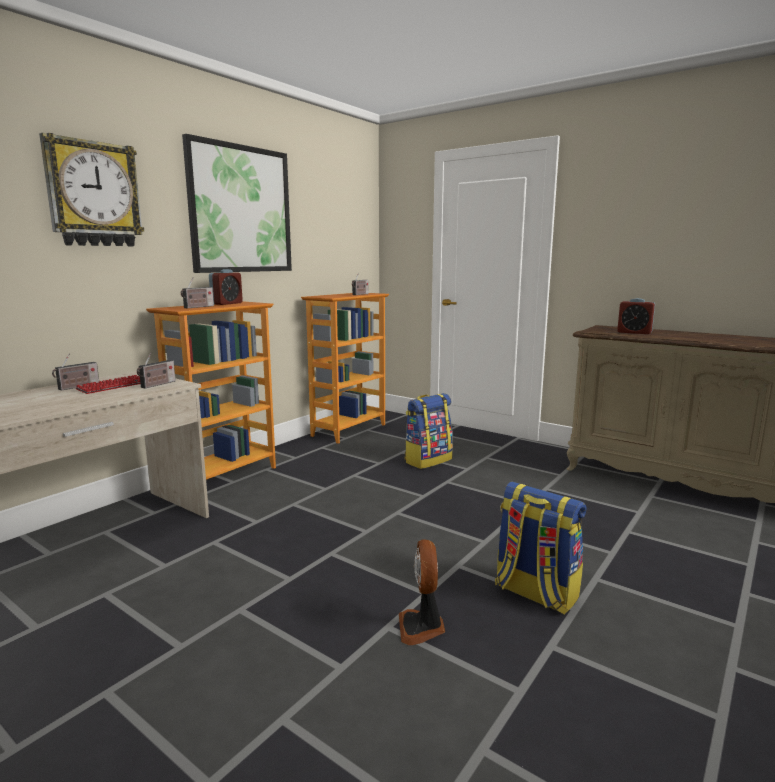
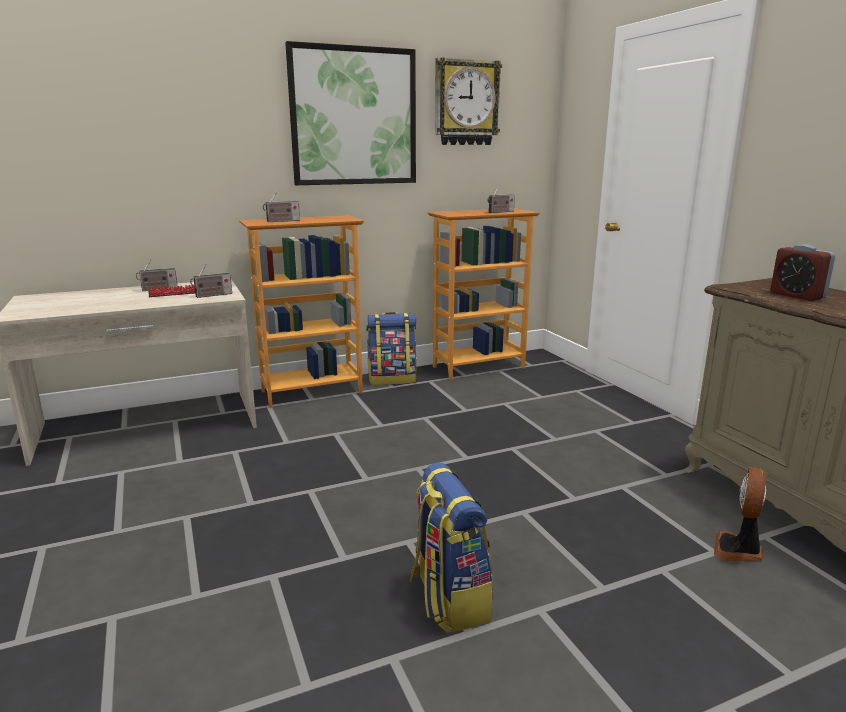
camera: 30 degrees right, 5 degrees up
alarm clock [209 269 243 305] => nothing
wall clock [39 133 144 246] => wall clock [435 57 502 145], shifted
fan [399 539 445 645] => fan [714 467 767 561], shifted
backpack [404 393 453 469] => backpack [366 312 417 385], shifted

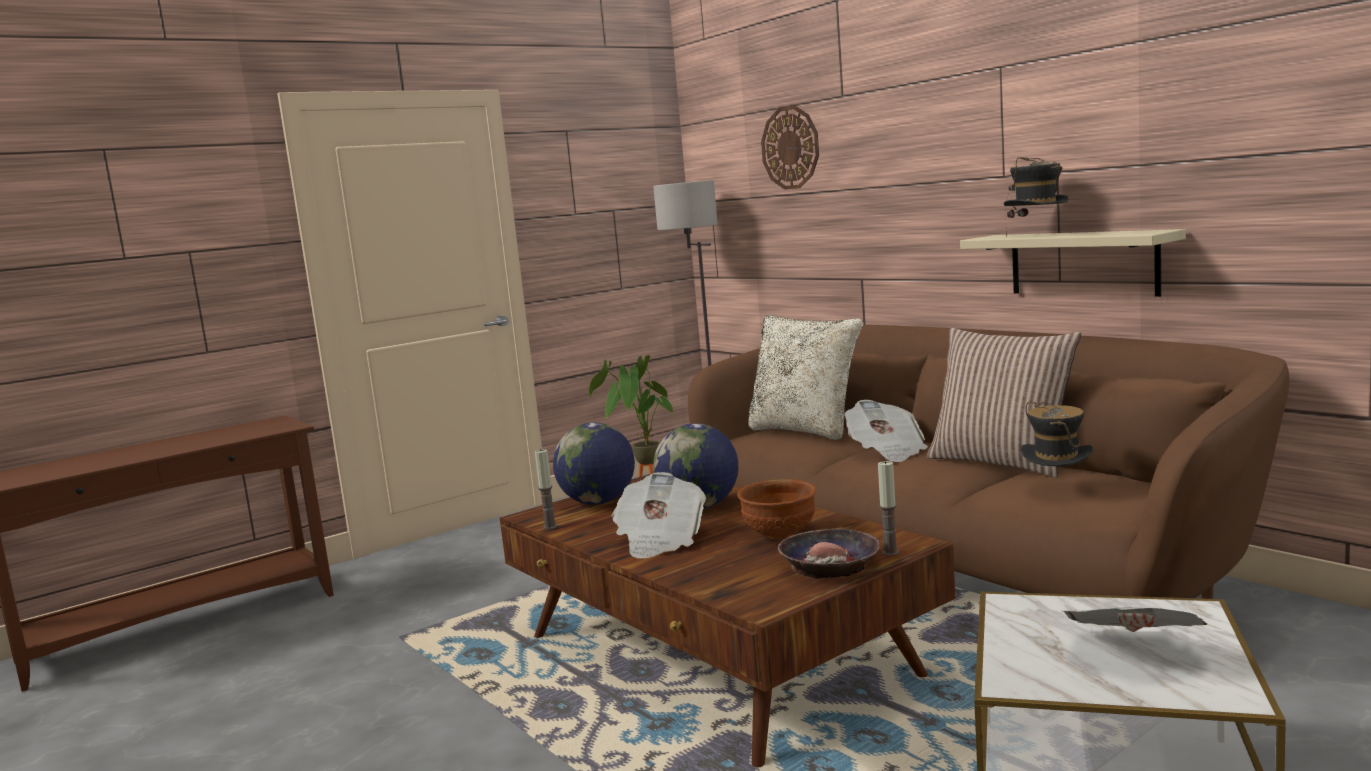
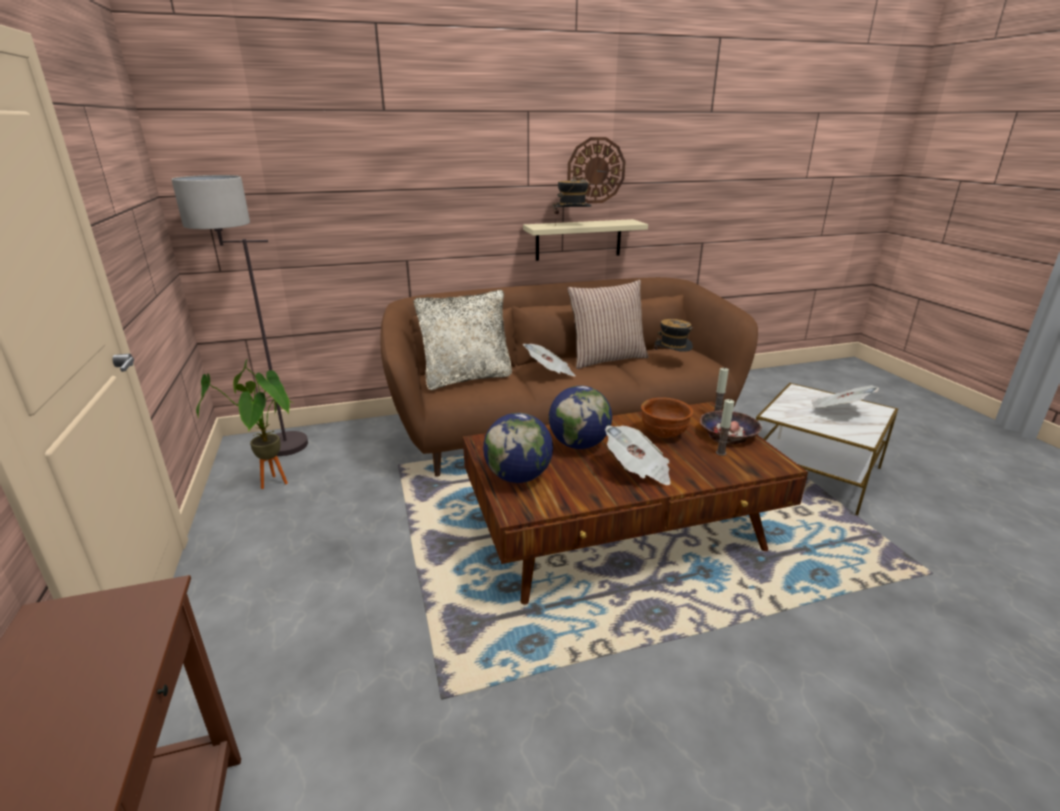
camera: 70 degrees left, 15 degrees up
candle [535 450 557 529] => candle [716 399 734 456], shifted
wall clock [761 105 819 190] => wall clock [567 137 626 203], shifted

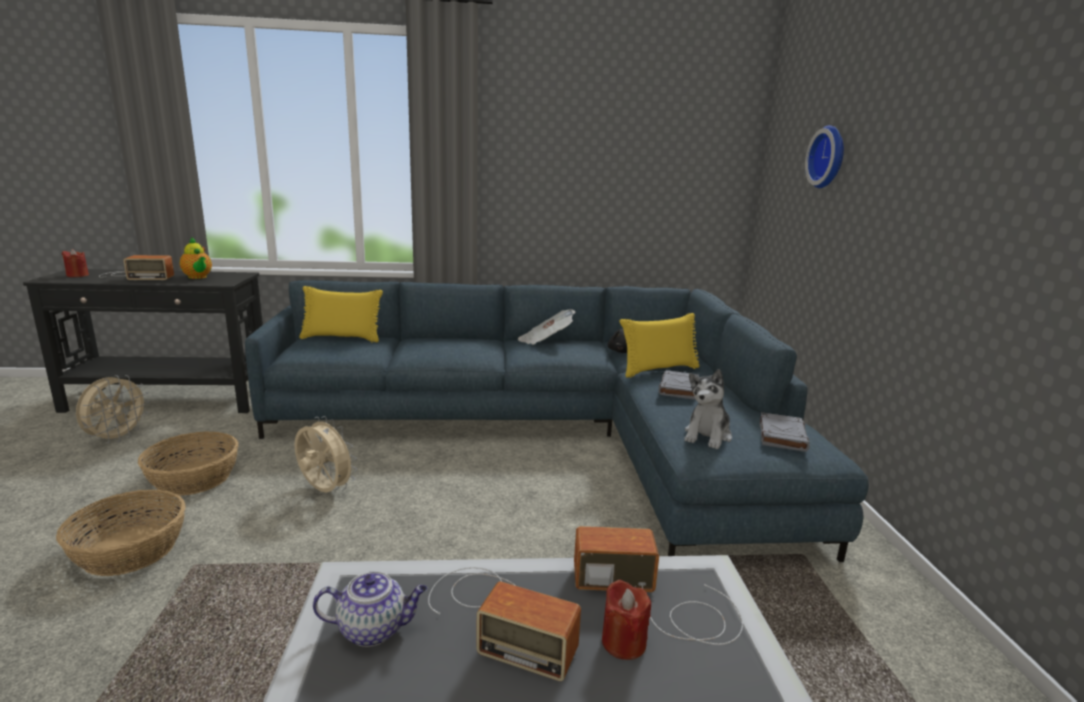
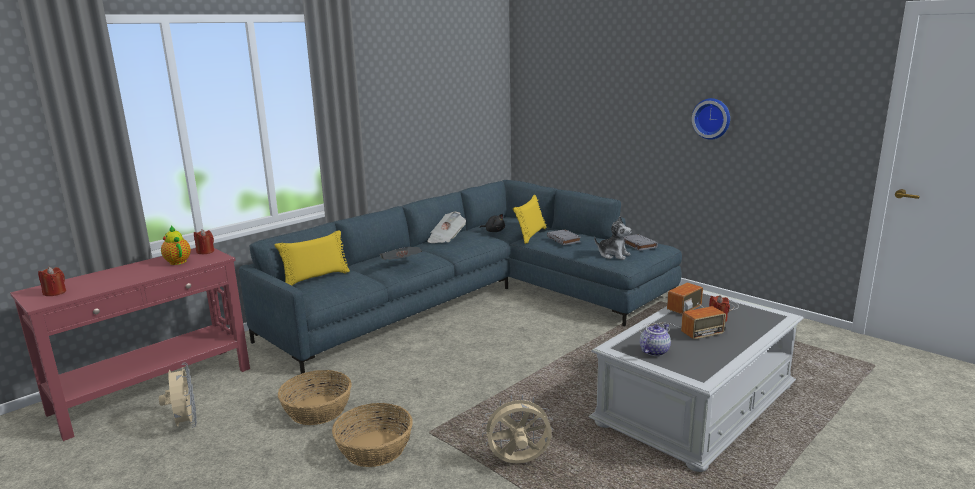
camera: 40 degrees left, 0 degrees up
radio [99 255 174 280] => nothing
nothing => red candle [194 229 214 254]
nothing => newspaper [380 247 422 260]
beige fan [294 416 357 492] => beige fan [482 395 553 463], shifted
wall clock [805 125 844 188] => wall clock [692 98 730 140], shifted
black console table [23 269 263 413] => red console table [10 248 250 441]
teapot [180 237 212 279] => teapot [161 225 191 265], 135 degrees counterclockwise
plush toy [684 369 732 449] => plush toy [594 216 632 260], 45 degrees counterclockwise

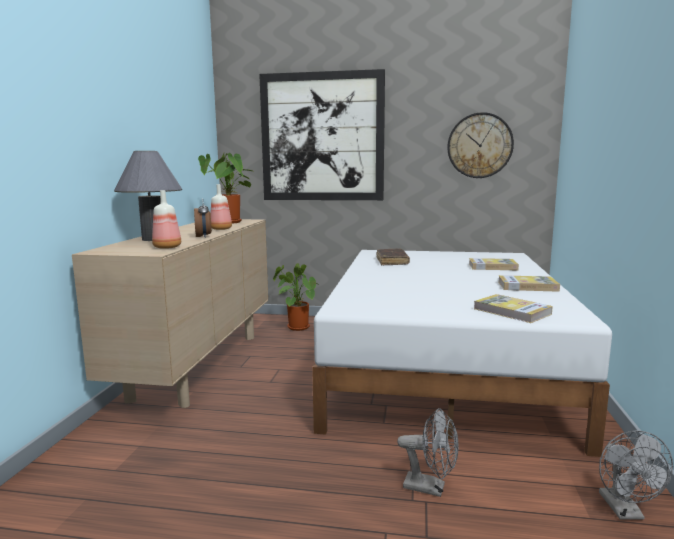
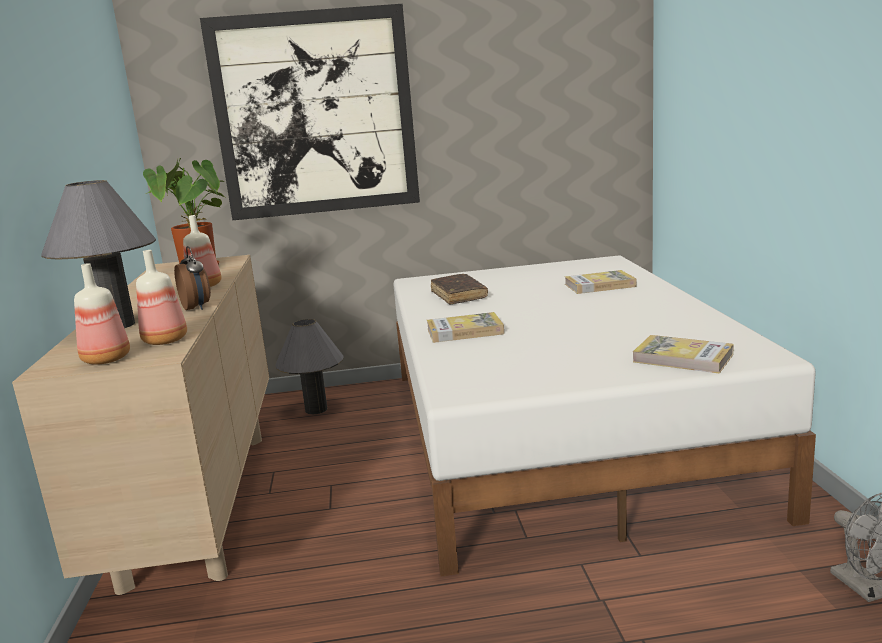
camera: 15 degrees left, 5 degrees up
grey fan [397 408 459 497] => nothing
wall clock [447 112 514 178] => nothing
nothing => bottle [74 263 130 365]
book [499 275 560 292] => book [427 312 504 343], shifted
potted plant [273 263 318 331] => grey table lamp [275 319 344 414]

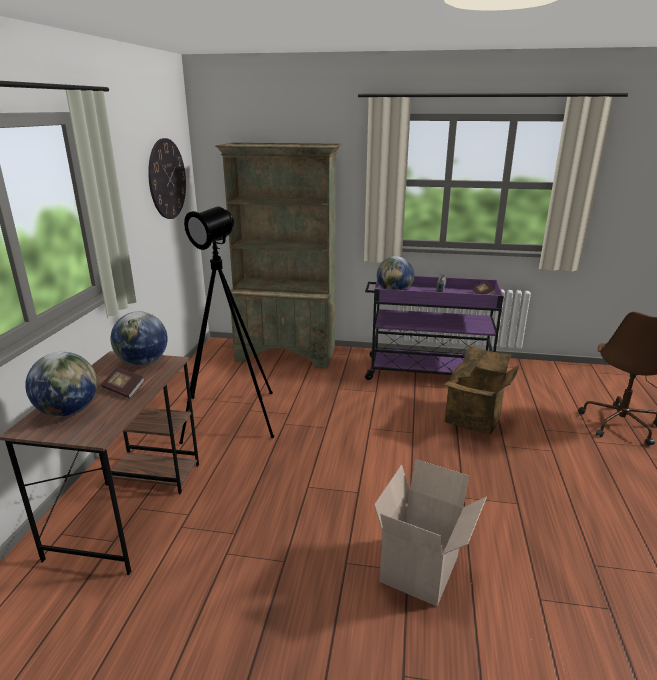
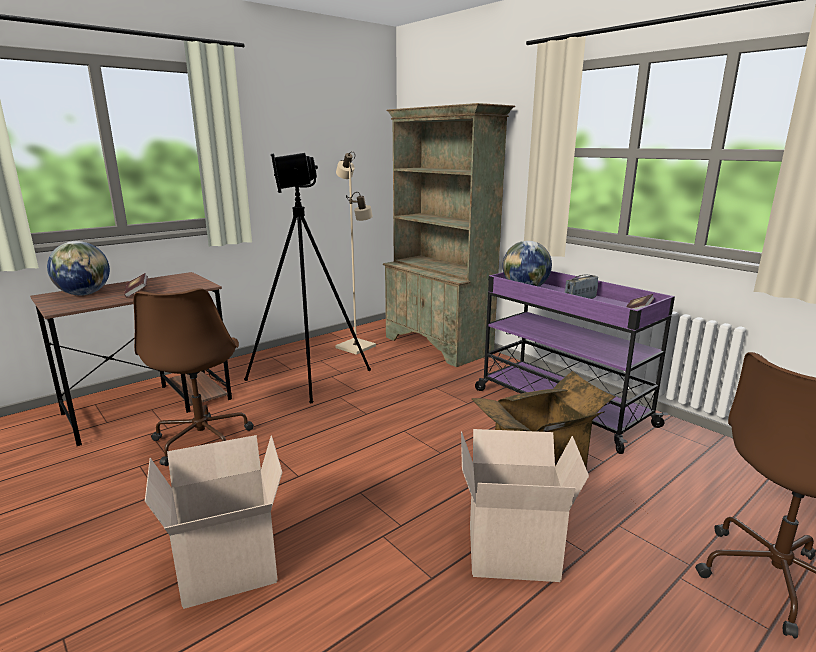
camera: 40 degrees right, 5 degrees down
globe [111 311 168 366] => nothing
wall clock [148 138 186 219] => nothing
nothing => brown office chair [133 288 254 466]
nothing => beige floor lamp [335 151 376 355]
nothing => cardboard box [461 429 589 582]

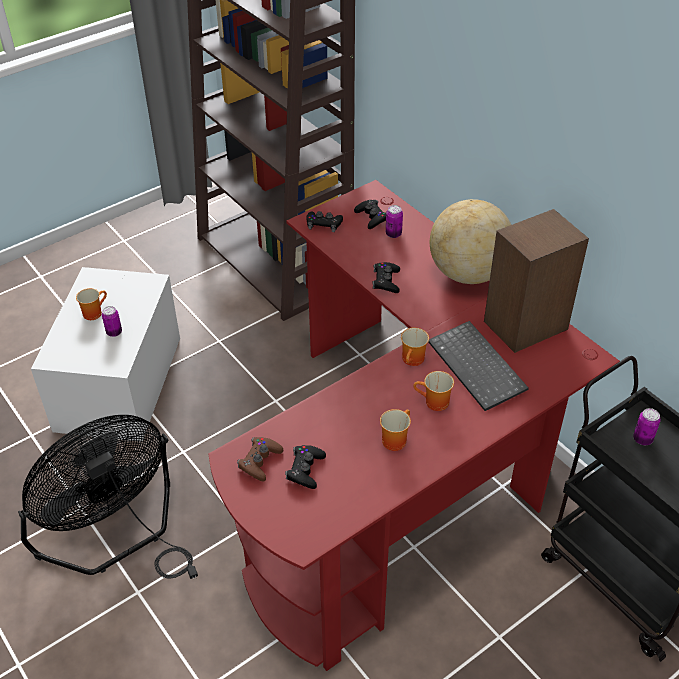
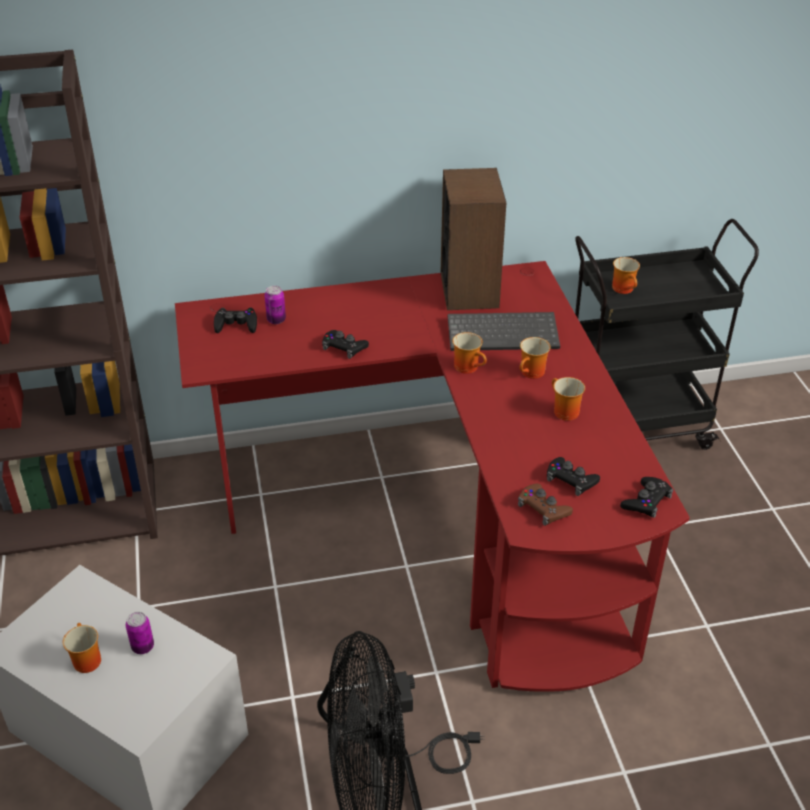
camera: 65 degrees left, 5 degrees down
globe [429 199 511 284] => nothing
black game controller [306 211 343 232] => black game controller [620 477 673 518], shifted
can [633 408 661 445] => mug [612 257 640 294]

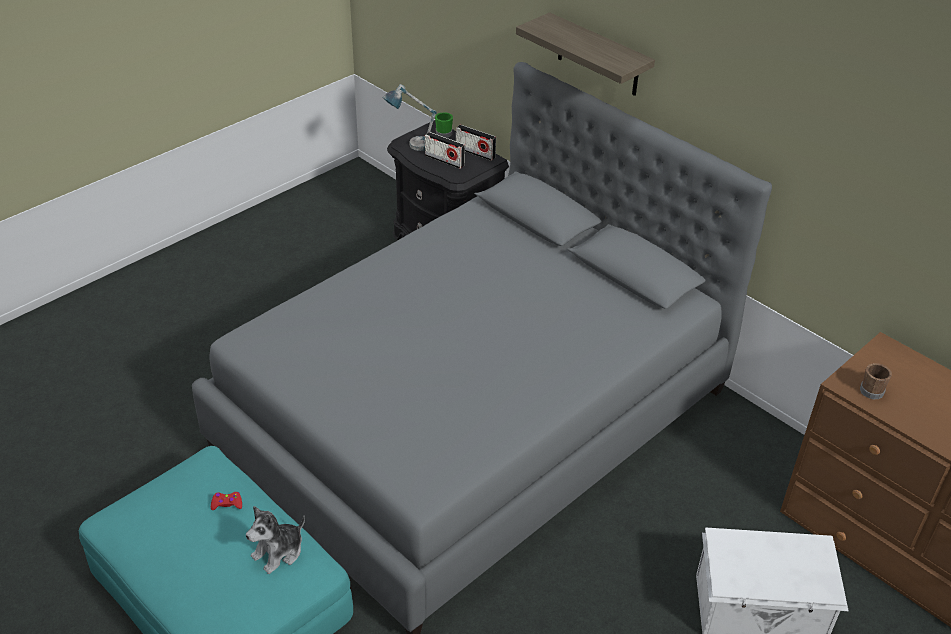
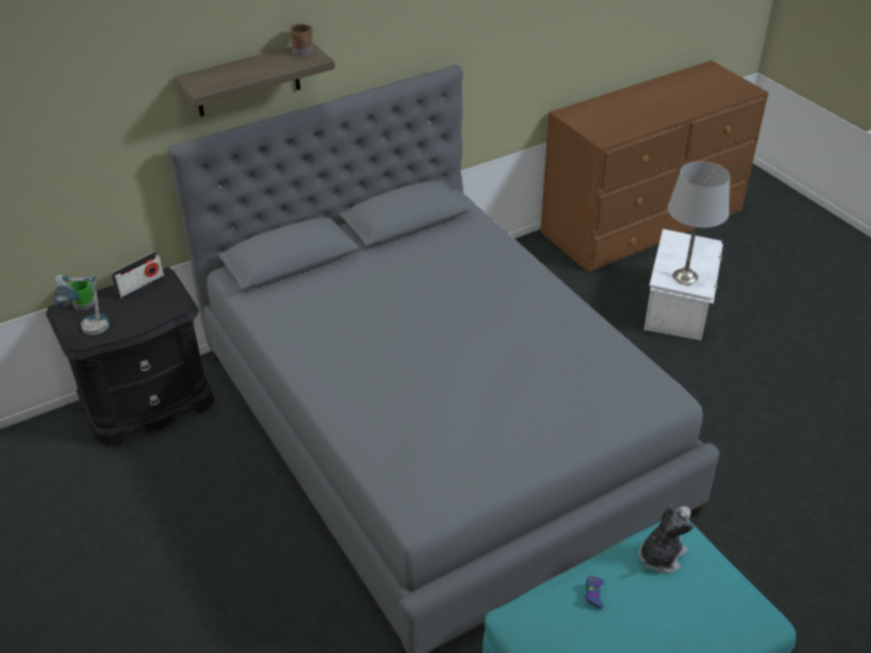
camera: 75 degrees left, 0 degrees up
radio [425 132 465 169] => nothing
nothing => grey table lamp [668 161 730 285]
brown mug [860 363 892 399] => brown mug [289 24 314 56], shifted
red game controller [211 492 242 510] => blue game controller [585 576 604 609]
plush toy [246 506 305 574] => plush toy [639 505 694 574], 105 degrees counterclockwise

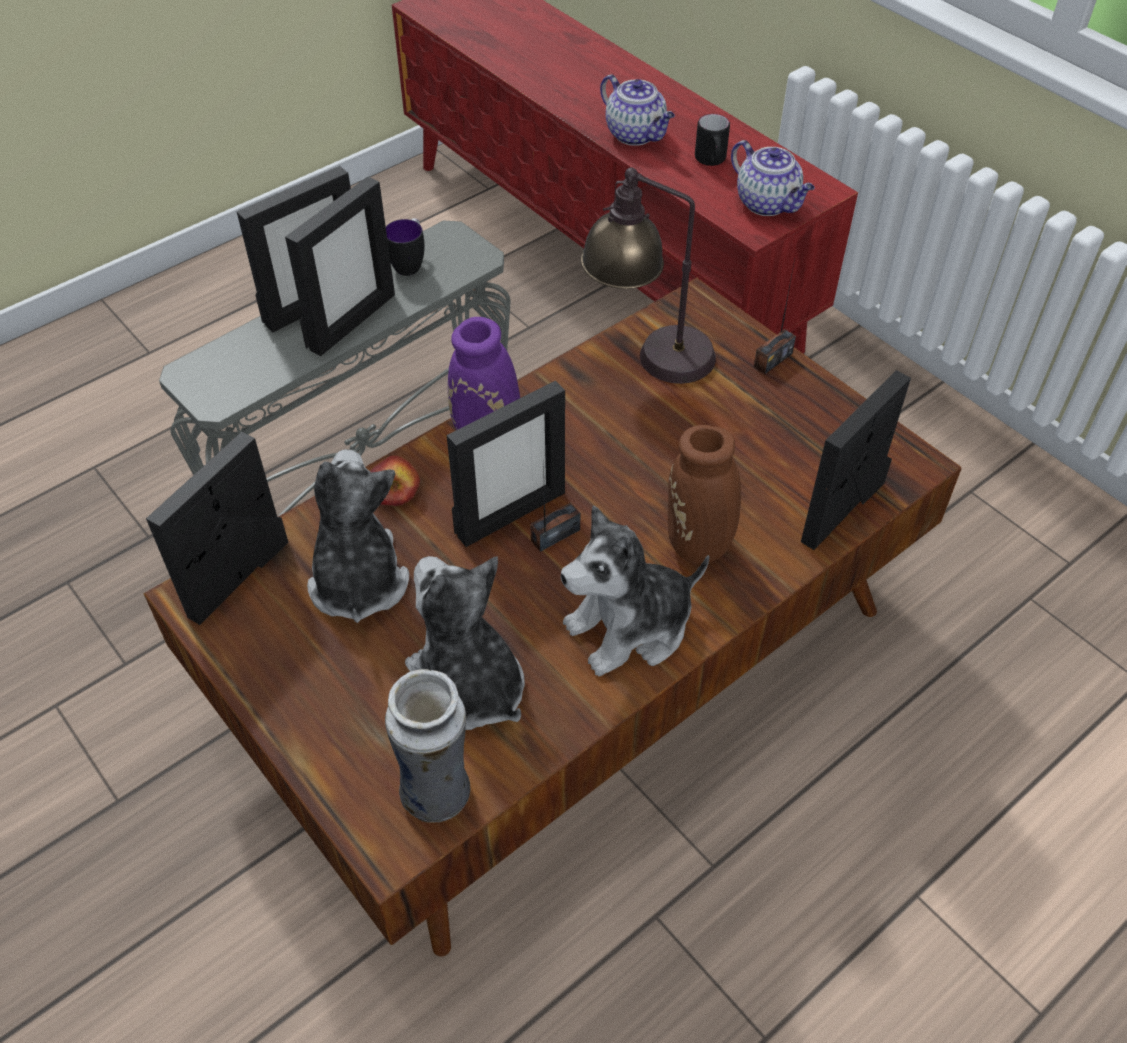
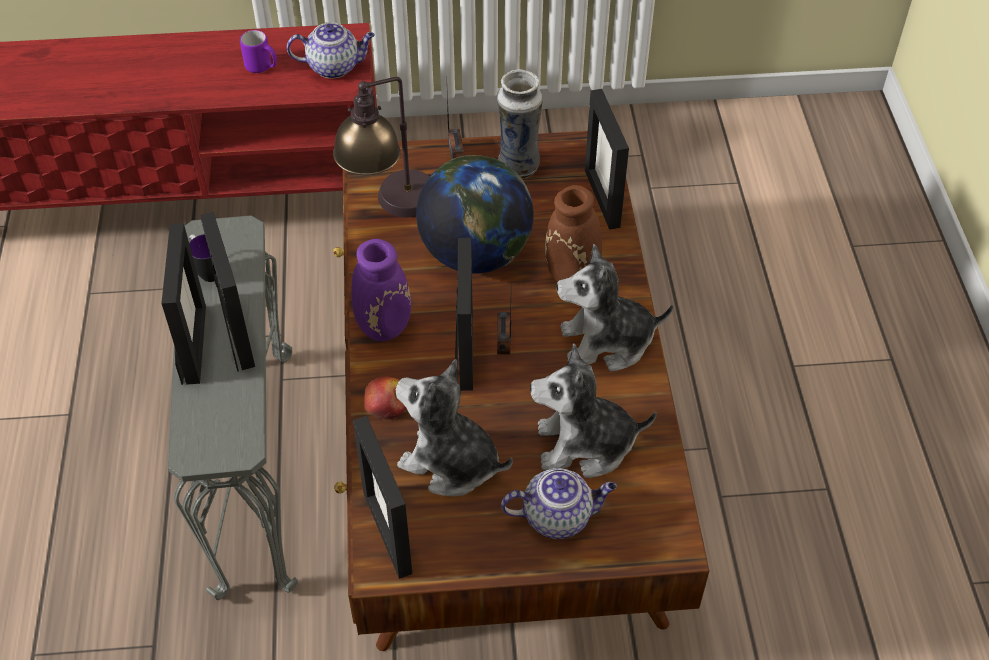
camera: 55 degrees left, 0 degrees up
nothing => globe [416 155 534 273]
vase [385 669 470 823] => vase [497 69 543 178], shifted
teapot [600 74 675 146] => teapot [501 468 617 539], shifted
black mug [695 114 730 166] => purple mug [240 30 277 73]
plush toy [561 506 709 676] => plush toy [556 244 674 372], 75 degrees clockwise

